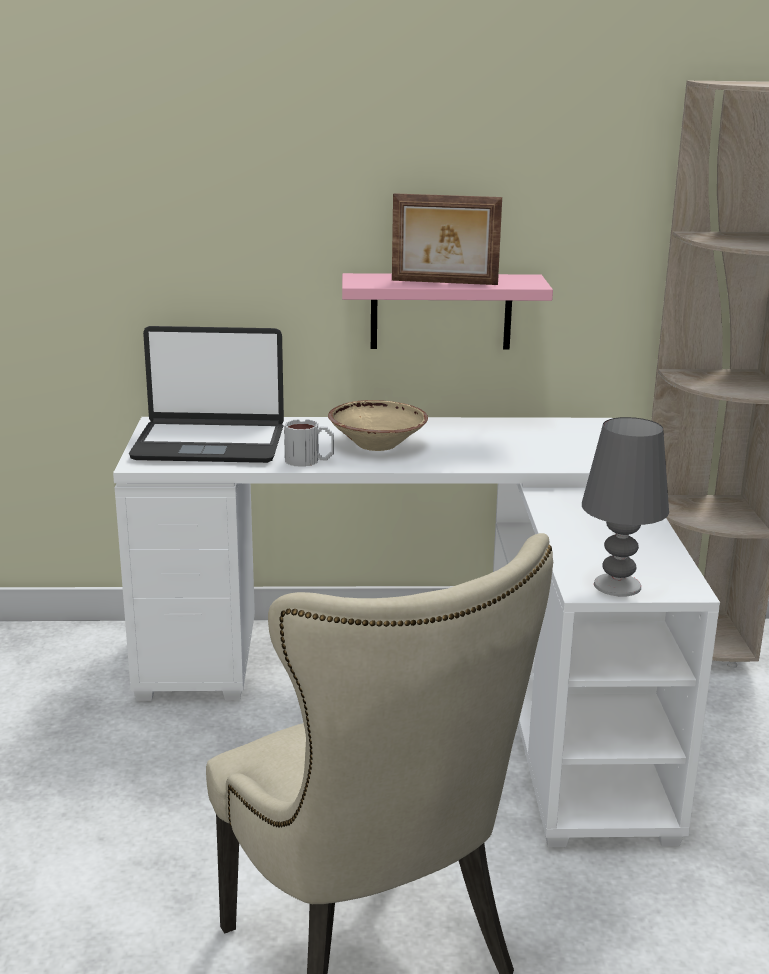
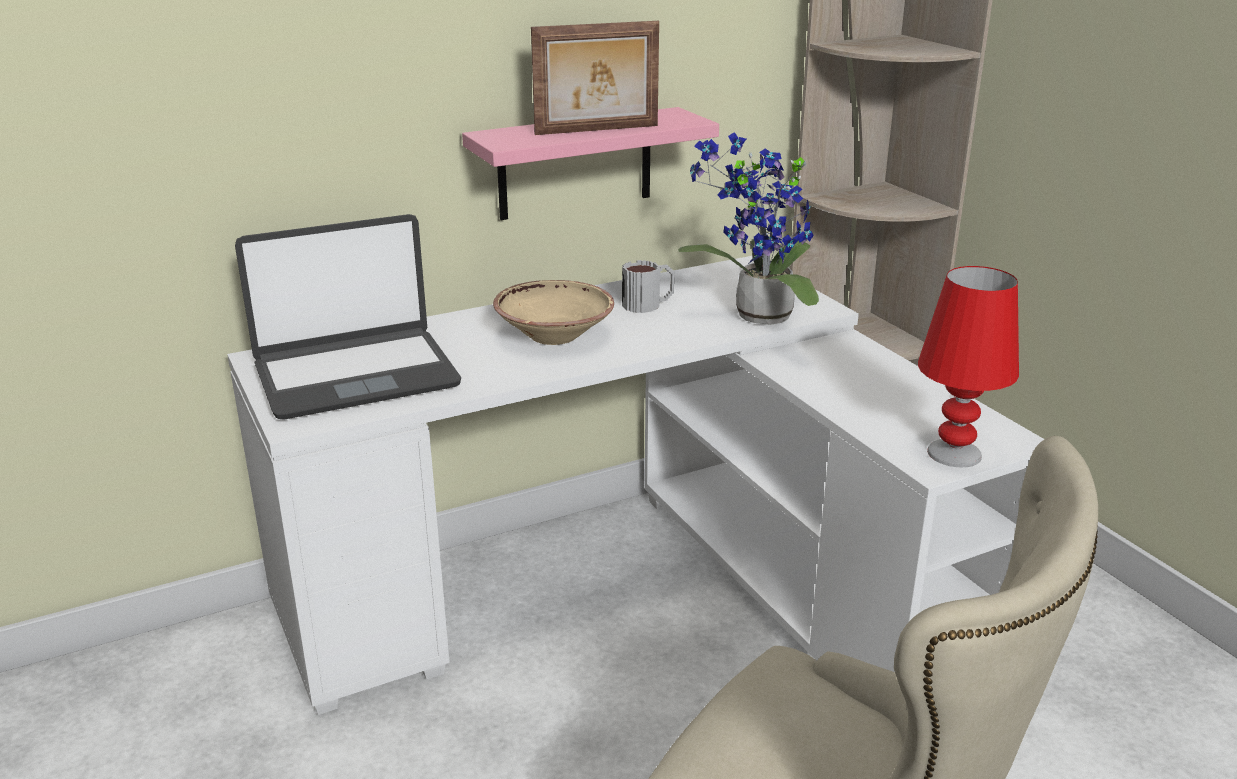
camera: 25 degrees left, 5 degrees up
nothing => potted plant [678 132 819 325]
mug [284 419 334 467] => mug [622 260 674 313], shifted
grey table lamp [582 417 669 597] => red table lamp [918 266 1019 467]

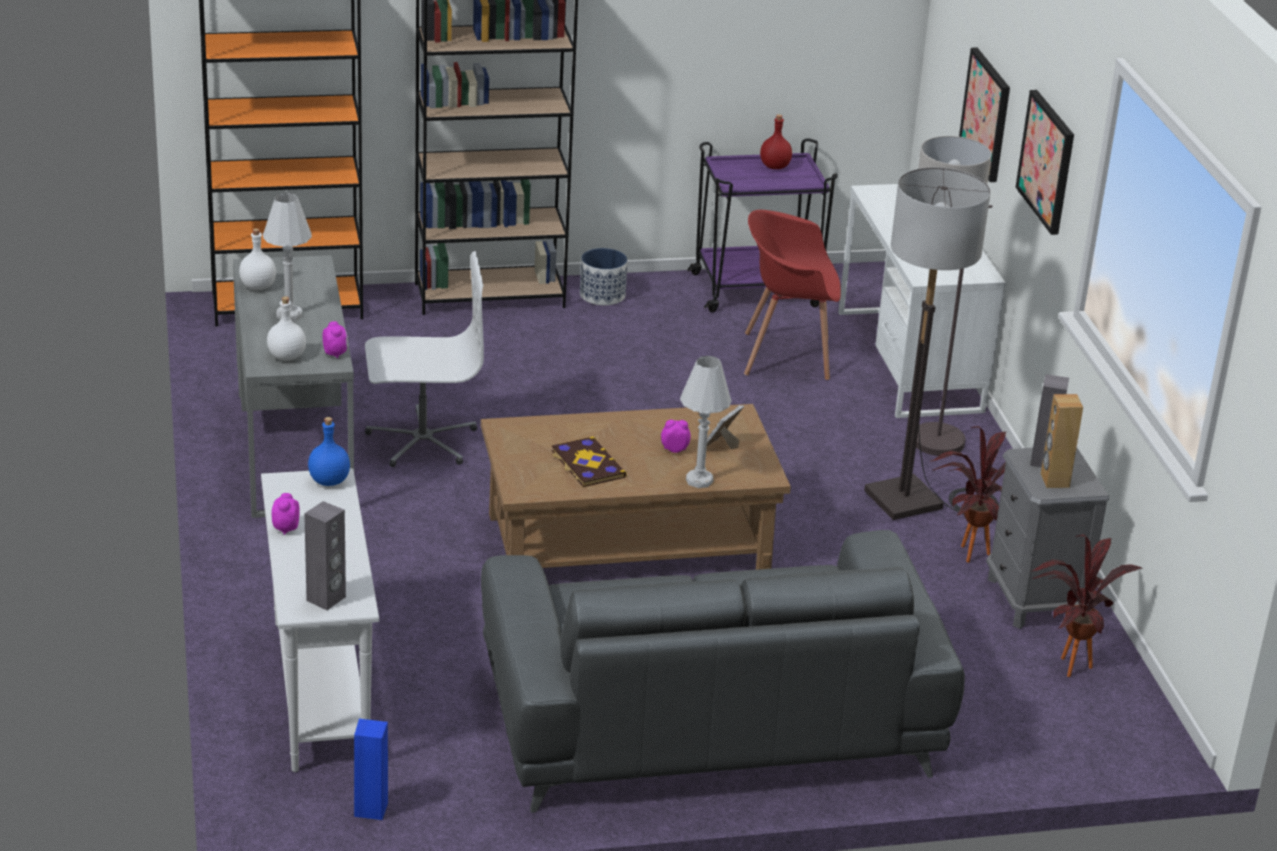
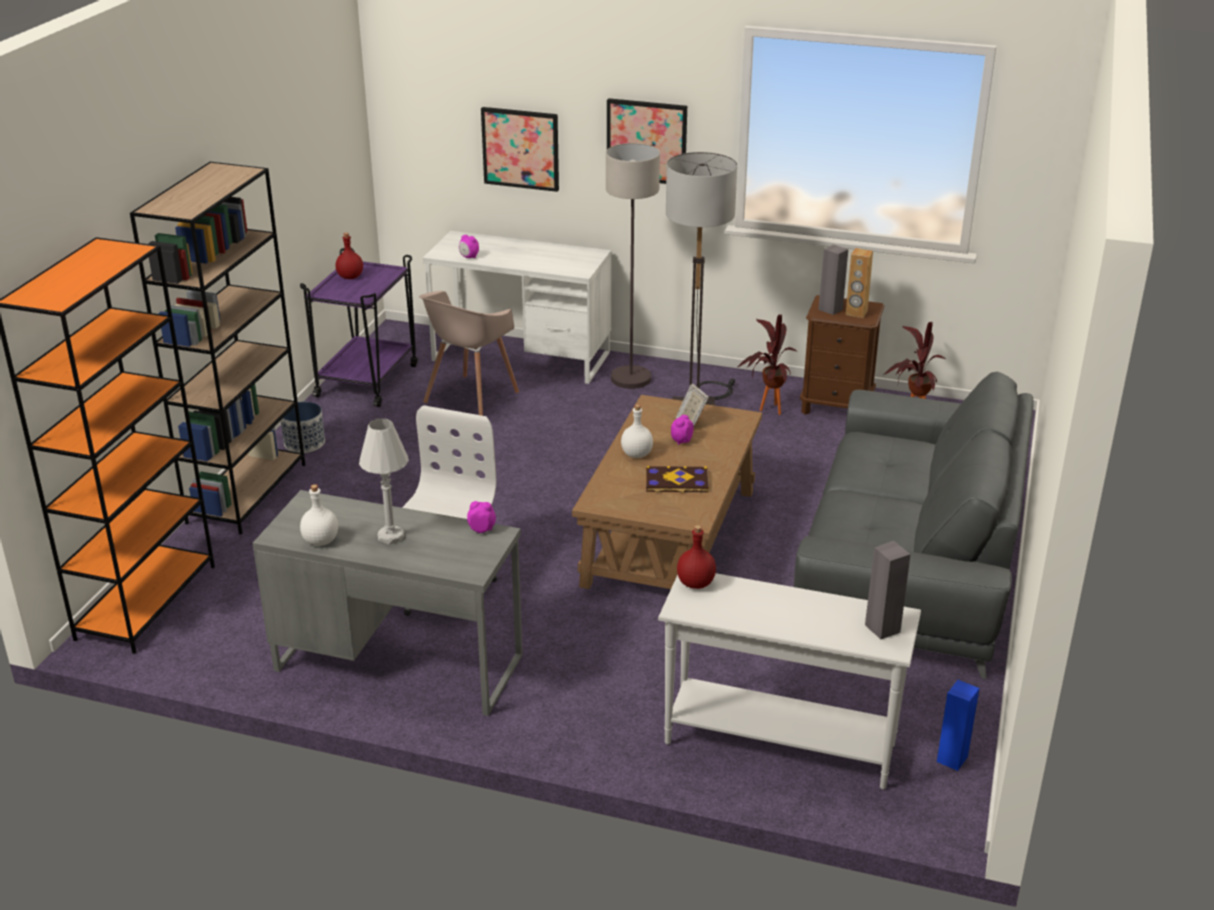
camera: 60 degrees left, 0 degrees up
white table lamp [680 356 732 488] => nothing
white bottle [267 296 306 361] => white bottle [621 404 653 458], shifted
alarm clock [271 493 300 535] => alarm clock [459 235 479 258], shifted
blue bottle [308 417 350 486] => red bottle [677 525 716 589]
red chair [744 210 841 380] => beige chair [419 291 519 416]
grey nightstand [986 447 1109 629] => brown nightstand [800 295 885 415]

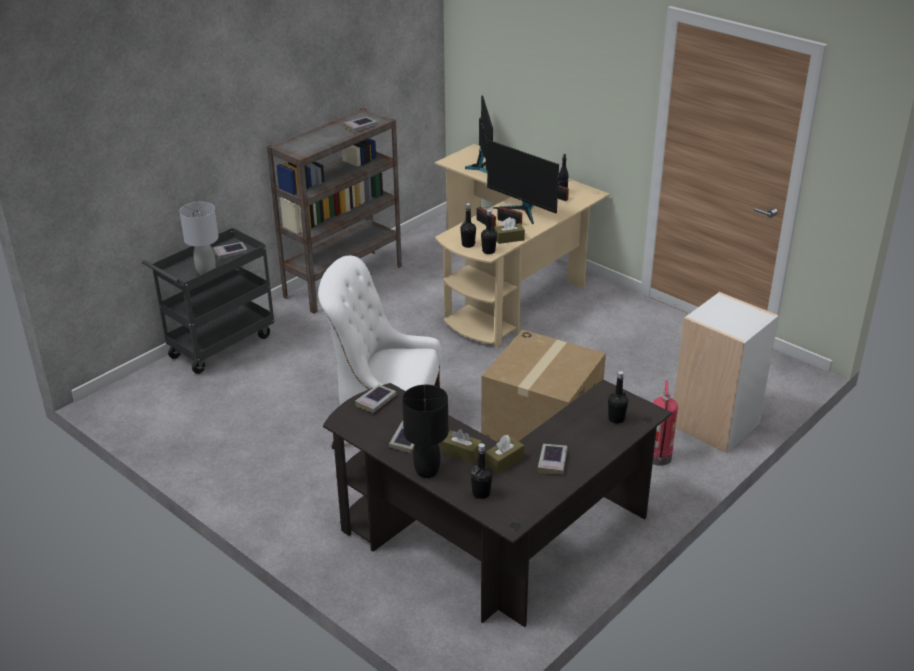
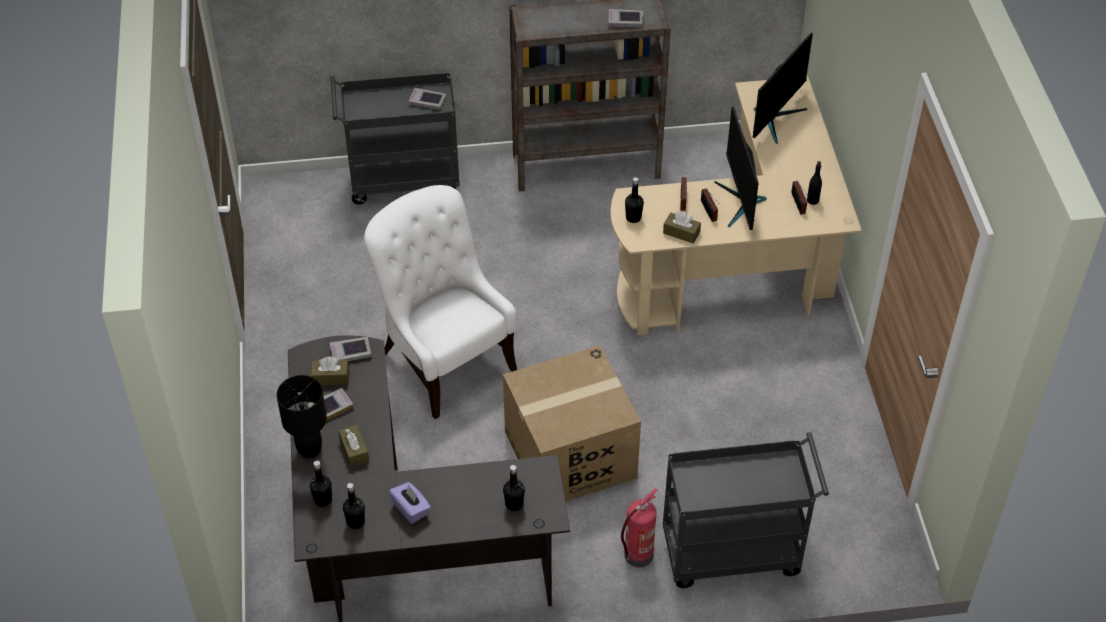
camera: 40 degrees right, 15 degrees up
grey table lamp [179 202 219 275] => nothing
black bottle [481 210 497 254] => black bottle [343 483 365 529], shifted
brown tissue box [485 435 524 473] => brown tissue box [311 356 349 385], shifted
book [538 444 568 474] => purple tissue box [389 482 431 524]
bookcase [674 292 779 453] => grey cart [663 432 829 588]

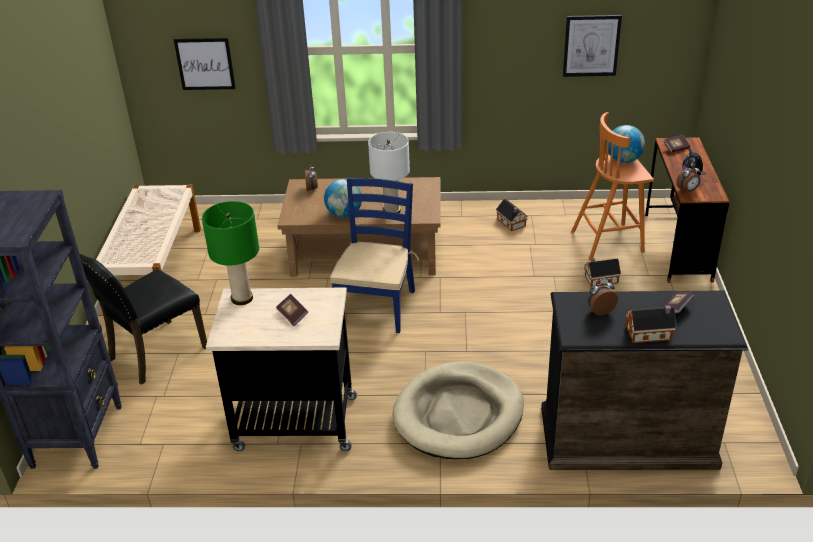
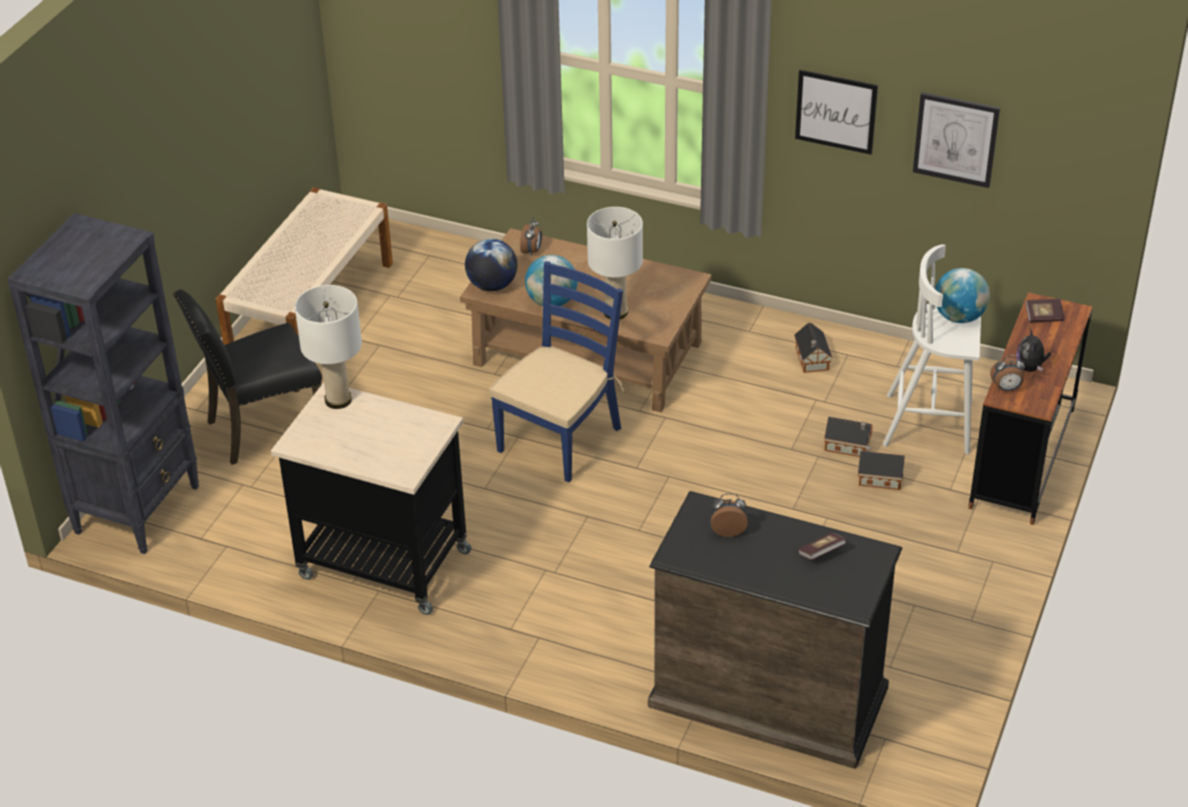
camera: 20 degrees right, 5 degrees up
book [276 294 308 326] => nothing
beige dog bed [392 362 524 459] => nothing
nothing => globe [465 239 518 291]
picture [174 38 236 90] => picture [795 70 878 155], shifted
toy house [626 305 677 343] => toy house [824 417 873 457], shifted
green table lamp [202 201 259 305] => white table lamp [295 285 362 409]
orange stool [571 112 654 261] => white stool [883 244 981 454]

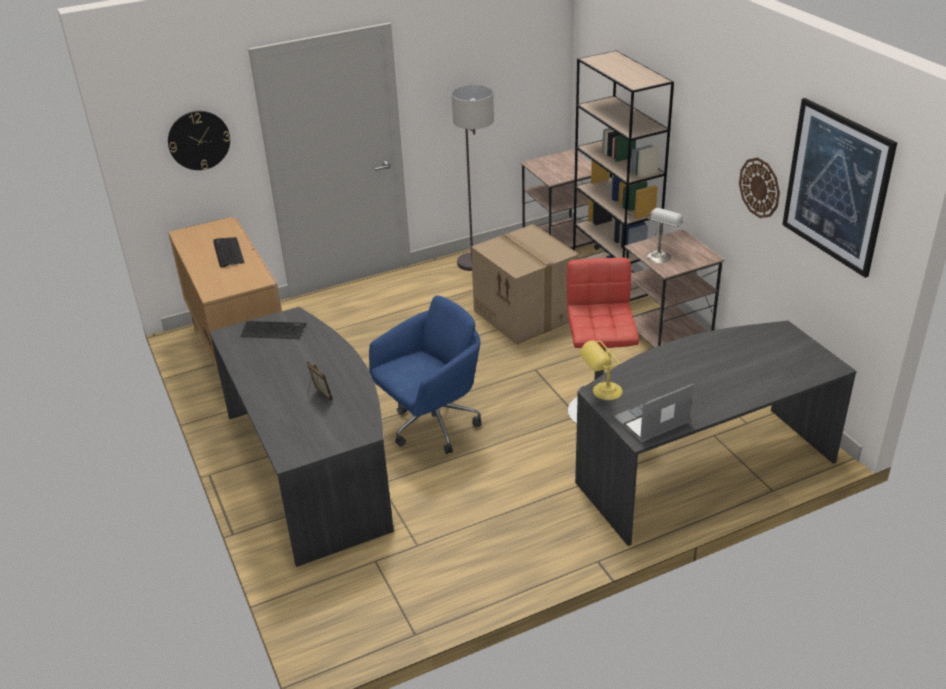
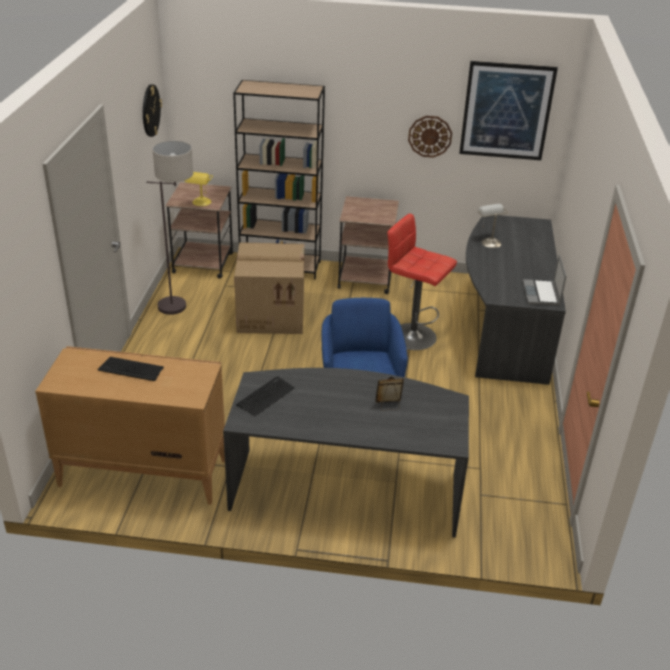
camera: 60 degrees left, 0 degrees up
wall clock [168 111 230 170] => wall clock [143 84 162 137], shifted
yellow table lamp [580 340 623 400] => yellow table lamp [185 172 213 206], shifted
white table lamp [646 208 684 263] => white table lamp [478 204 508 248], shifted

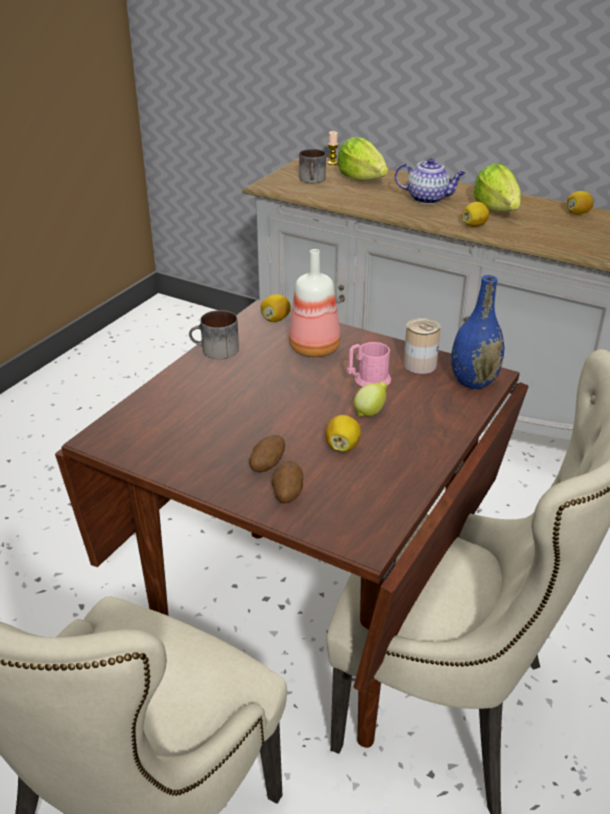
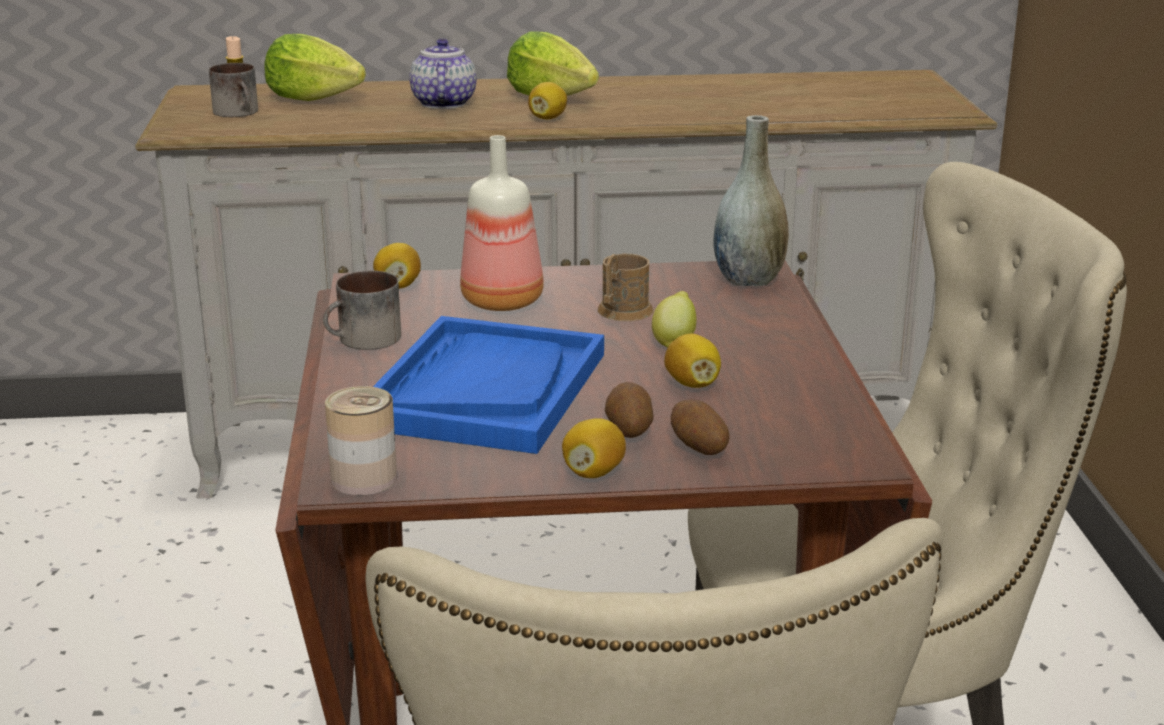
camera: 35 degrees left, 10 degrees down
nothing => blue tray [373 316 604 454]
can [404 318 441 374] => can [325 386 397 495], shifted
lemon [567 191 593 214] => lemon [562 418 626 478], shifted
pink mug [347 342 391 386] => brown mug [598 254 653 321]
blue vase [451 275 504 389] => grey vase [714 115 789 286]
teapot [395 158 465 204] => teapot [409 38 477 109], 75 degrees counterclockwise

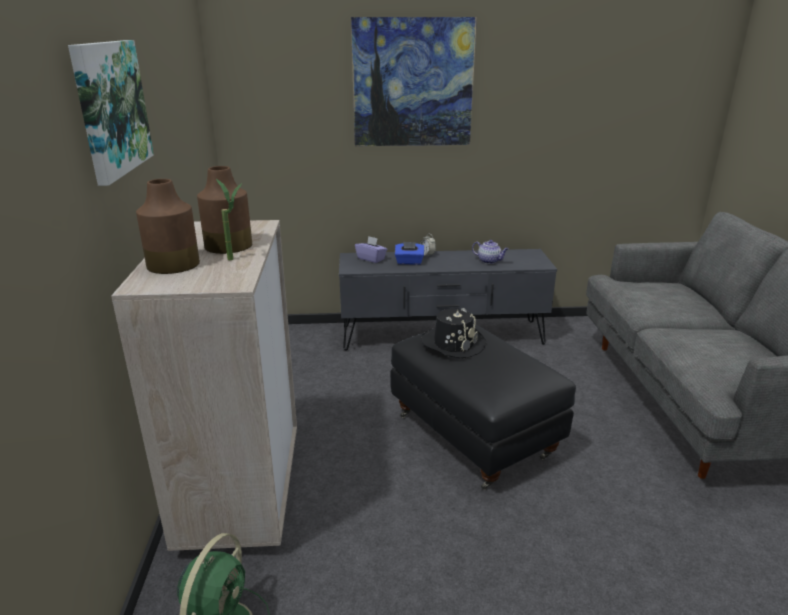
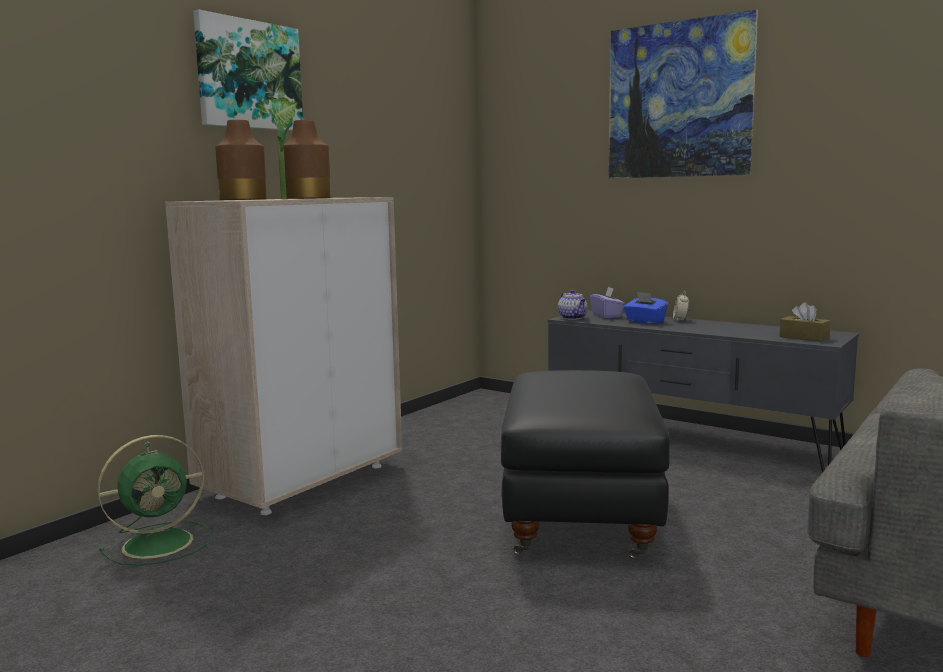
camera: 40 degrees right, 15 degrees down
black hat [421 308 486 359] => nothing
nothing => brown tissue box [779 302 831 341]
teapot [472 240 509 264] => teapot [558 289 588 320], shifted

